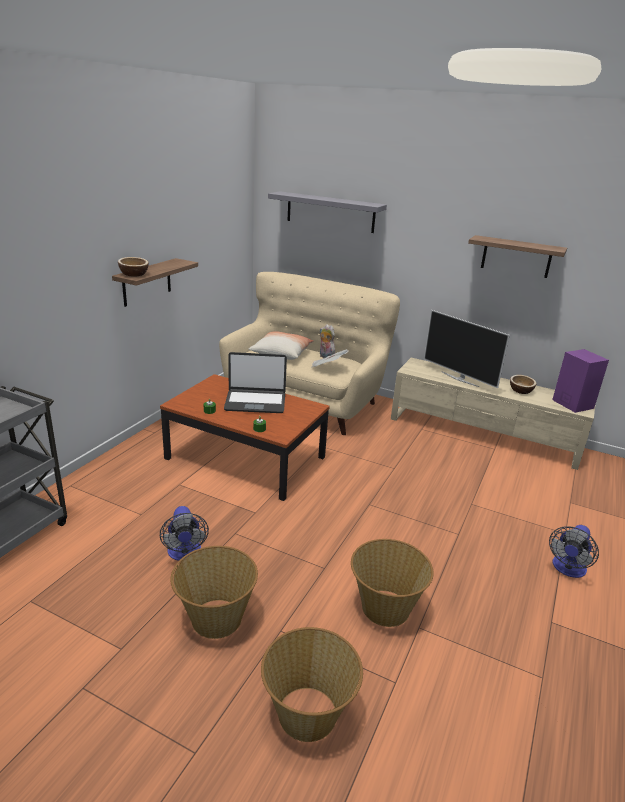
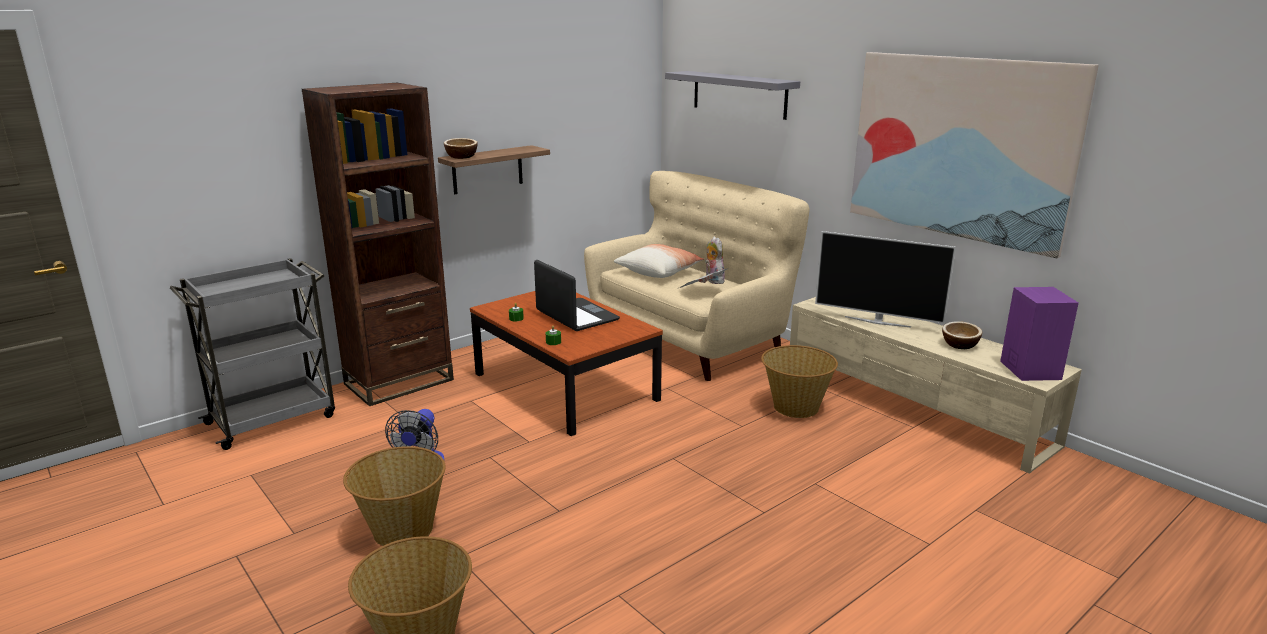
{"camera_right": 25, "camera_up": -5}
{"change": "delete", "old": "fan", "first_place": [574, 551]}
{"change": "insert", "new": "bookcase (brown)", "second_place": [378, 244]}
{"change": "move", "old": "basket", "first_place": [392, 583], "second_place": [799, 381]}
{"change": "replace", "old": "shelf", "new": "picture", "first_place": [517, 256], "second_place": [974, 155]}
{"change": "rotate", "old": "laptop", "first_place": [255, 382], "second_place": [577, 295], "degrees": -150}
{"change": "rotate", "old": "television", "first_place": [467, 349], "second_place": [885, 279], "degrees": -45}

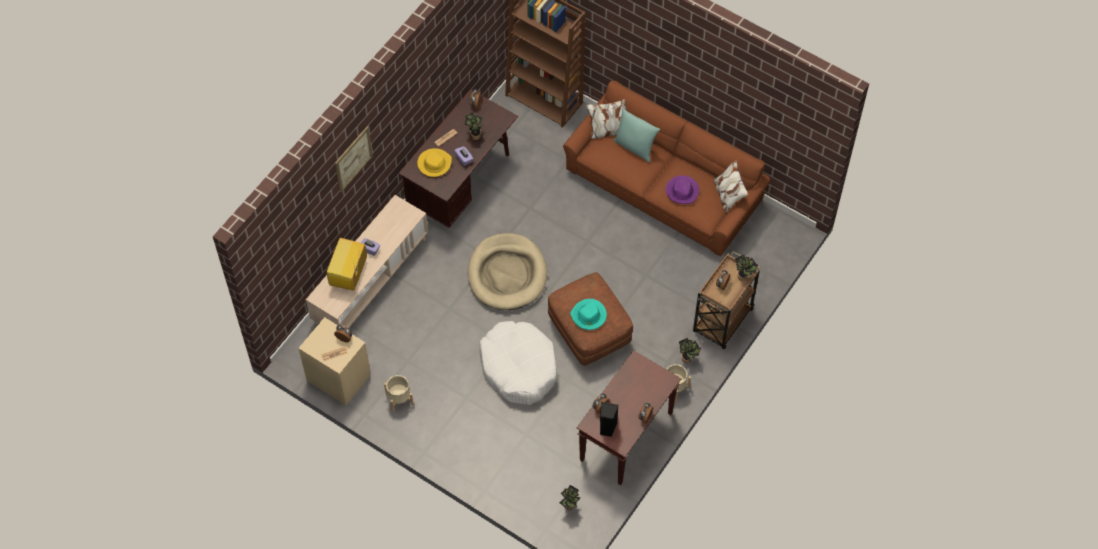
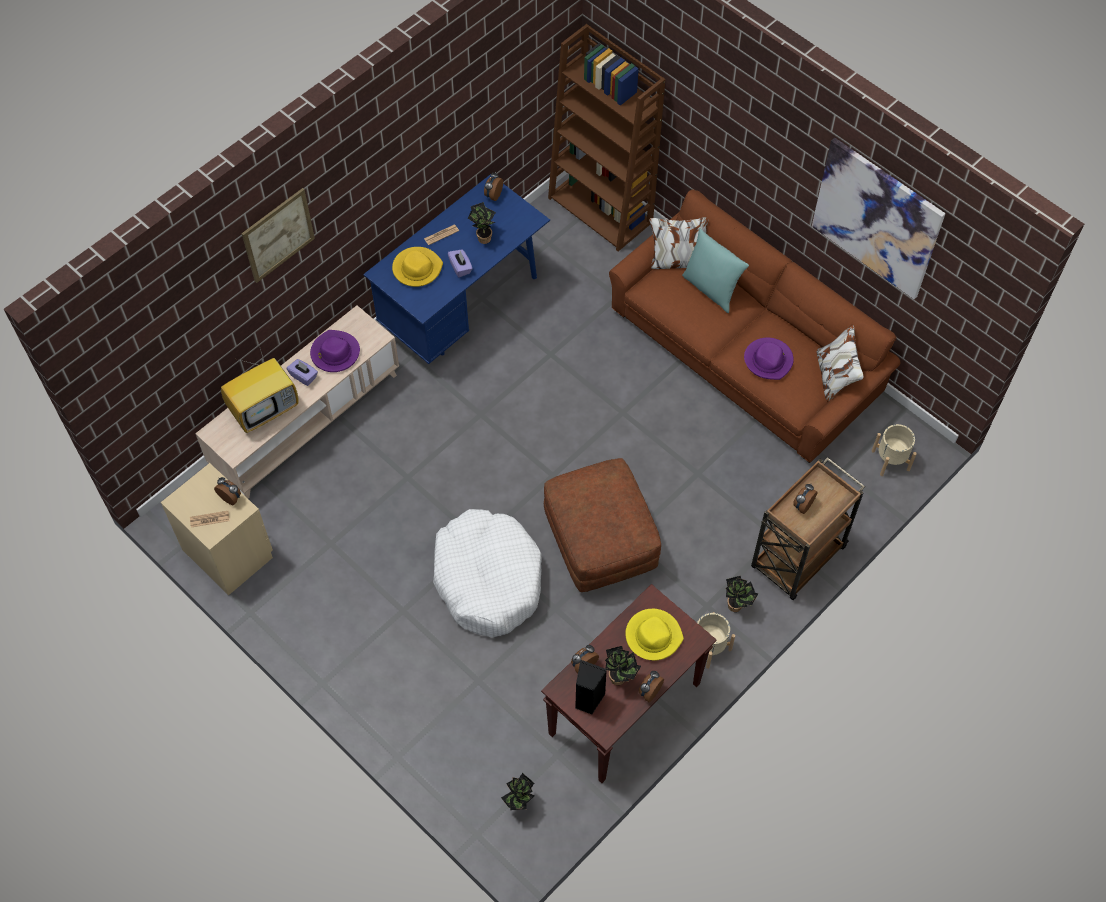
{"camera_right": 10, "camera_up": 0}
{"change": "delete", "old": "dog bed (beige)", "first_place": [507, 271]}
{"change": "delete", "old": "hat (turquoise)", "first_place": [588, 314]}
{"change": "insert", "new": "hat (purple)", "second_place": [335, 351]}
{"change": "insert", "new": "hat (yellow)", "second_place": [654, 635]}
{"change": "insert", "new": "picture", "second_place": [878, 218]}
{"change": "move", "old": "planter (beige)", "first_place": [399, 393], "second_place": [894, 450]}
{"change": "move", "old": "potted plant", "first_place": [747, 268], "second_place": [623, 665]}
{"change": "recolor", "old": "desk (brown)", "new": "desk (blue)", "first_place": [458, 158], "second_place": [456, 269]}
{"change": "rotate", "old": "television", "first_place": [347, 264], "second_place": [260, 387], "degrees": -150}

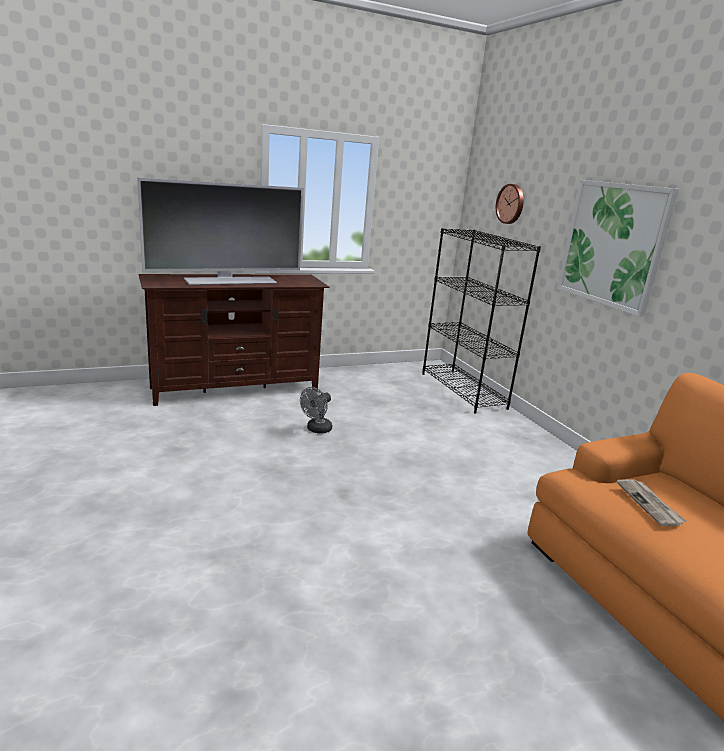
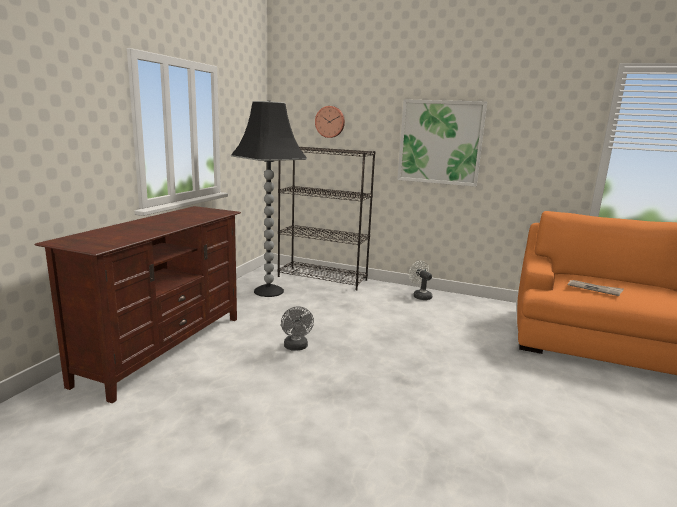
{"camera_right": -45, "camera_up": -5}
{"change": "delete", "old": "television", "first_place": [220, 231]}
{"change": "insert", "new": "floor lamp (black)", "second_place": [269, 199]}
{"change": "insert", "new": "fan (white)", "second_place": [420, 280]}

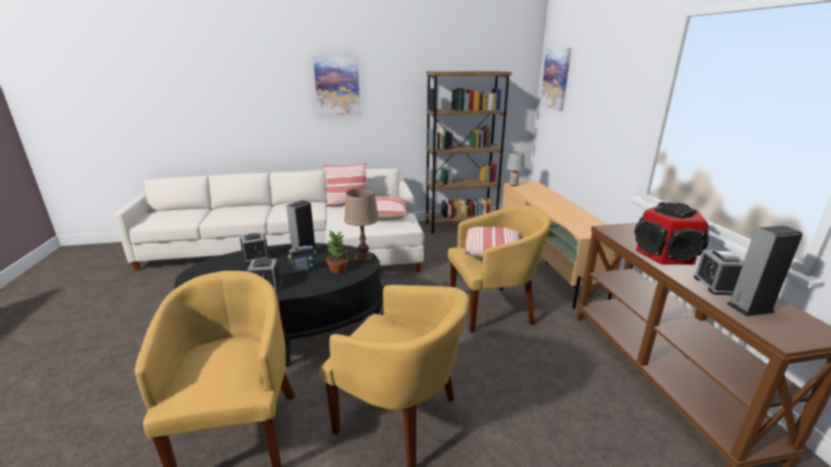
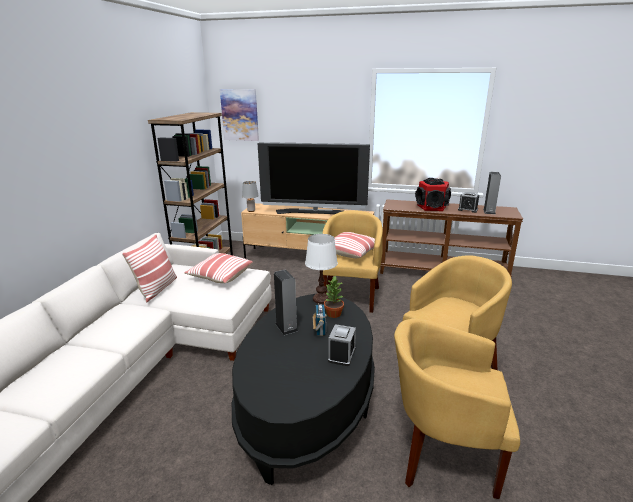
{"camera_right": -65, "camera_up": 0}
{"change": "delete", "old": "alarm clock", "first_place": [255, 248]}
{"change": "delete", "old": "picture", "first_place": [337, 86]}
{"change": "insert", "new": "television", "second_place": [314, 178]}
{"change": "recolor", "old": "table lamp (brown)", "new": "table lamp (white)", "first_place": [361, 225], "second_place": [321, 269]}

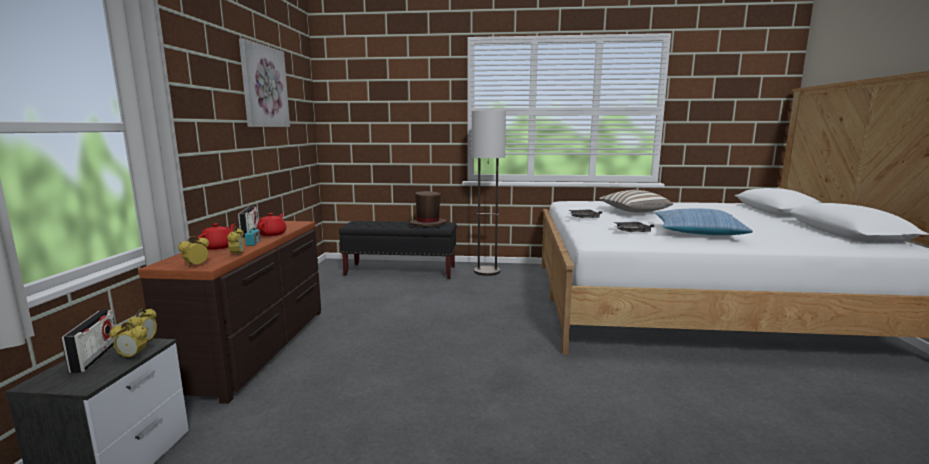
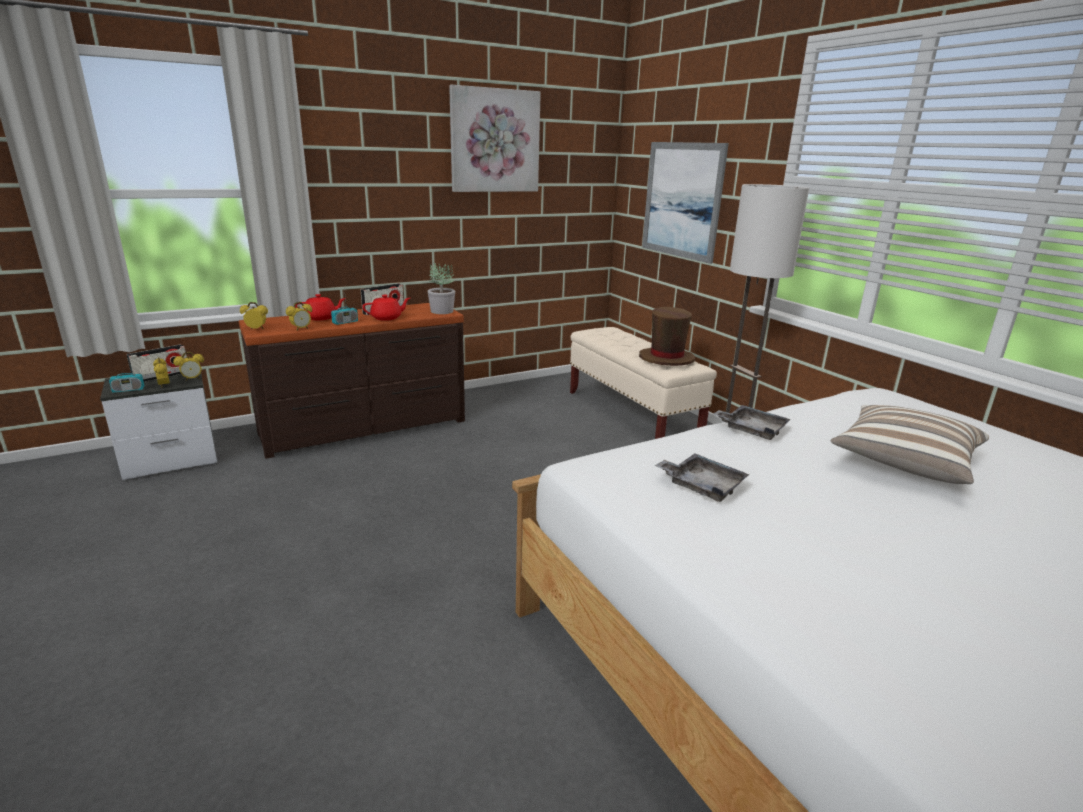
{"camera_right": 55, "camera_up": 10}
{"change": "delete", "old": "pillow", "first_place": [704, 222]}
{"change": "insert", "new": "radio", "second_place": [126, 373]}
{"change": "insert", "new": "potted plant", "second_place": [441, 288]}
{"change": "insert", "new": "picture", "second_place": [685, 203]}
{"change": "recolor", "old": "bench (black)", "new": "bench (beige)", "first_place": [398, 250], "second_place": [643, 383]}

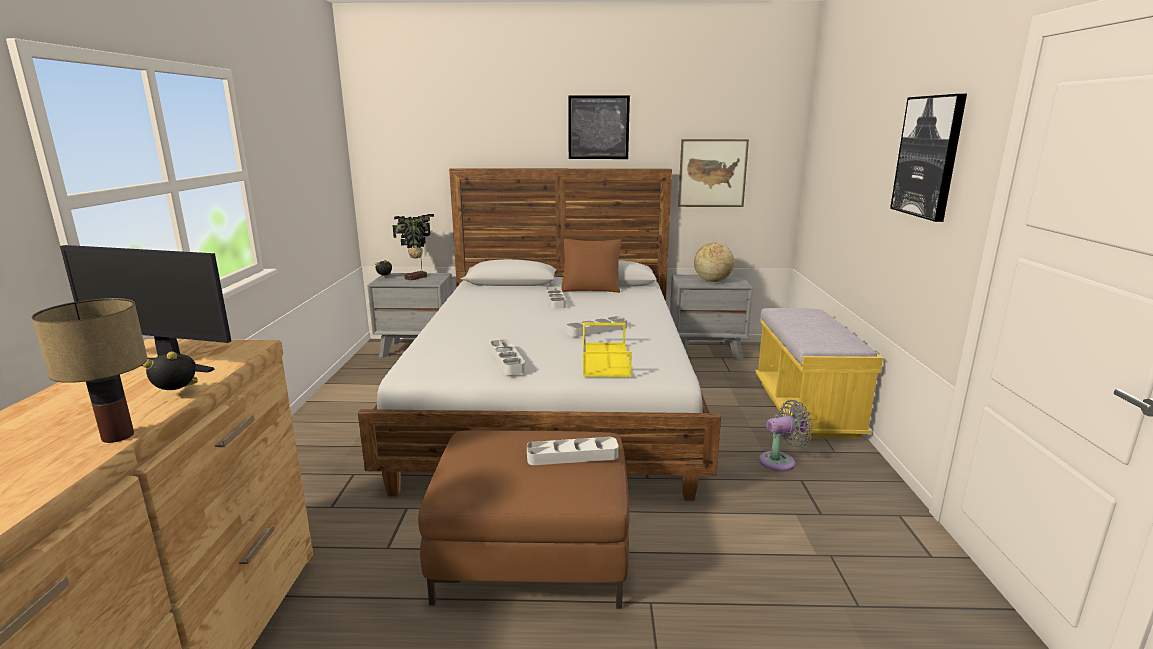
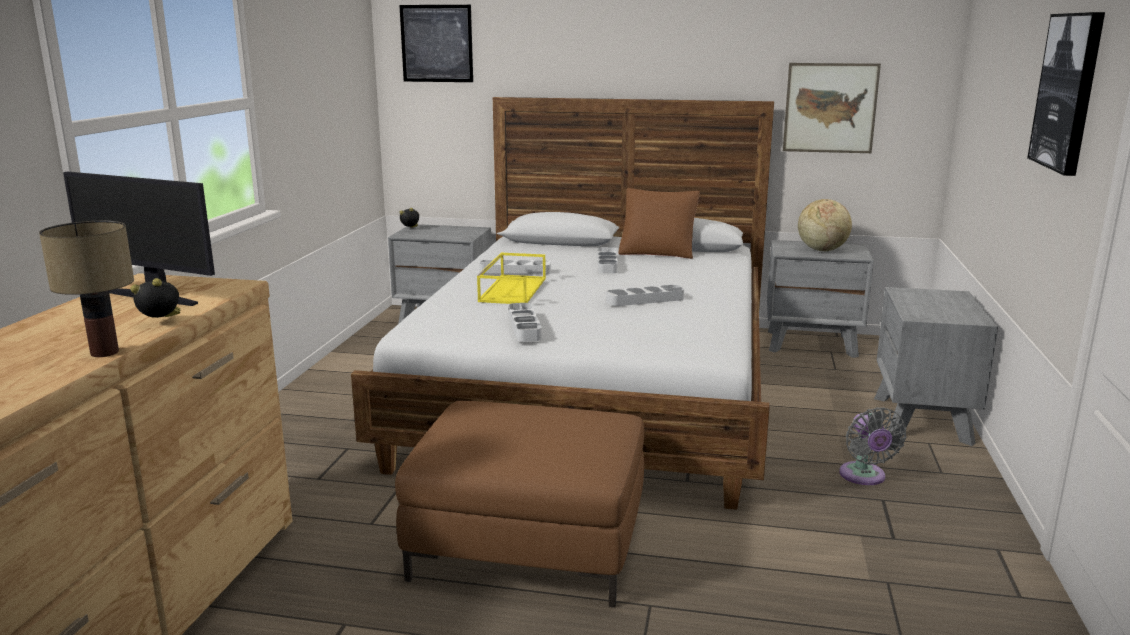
{"camera_right": 10, "camera_up": 0}
{"change": "delete", "old": "potted plant", "first_place": [413, 247]}
{"change": "move", "old": "tray (grey)", "first_place": [572, 451], "second_place": [515, 267]}
{"change": "move", "old": "picture", "first_place": [599, 127], "second_place": [436, 43]}
{"change": "move", "old": "tray (yellow)", "first_place": [607, 349], "second_place": [511, 278]}
{"change": "replace", "old": "bench (yellow)", "new": "nightstand (grey)", "first_place": [819, 373], "second_place": [936, 366]}
{"change": "rotate", "old": "fan (grey)", "first_place": [786, 435], "second_place": [873, 446], "degrees": 90}

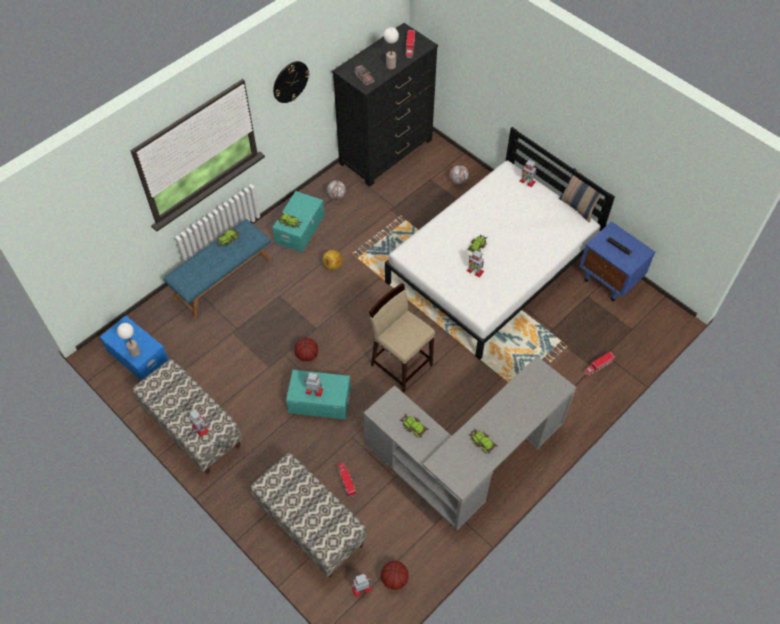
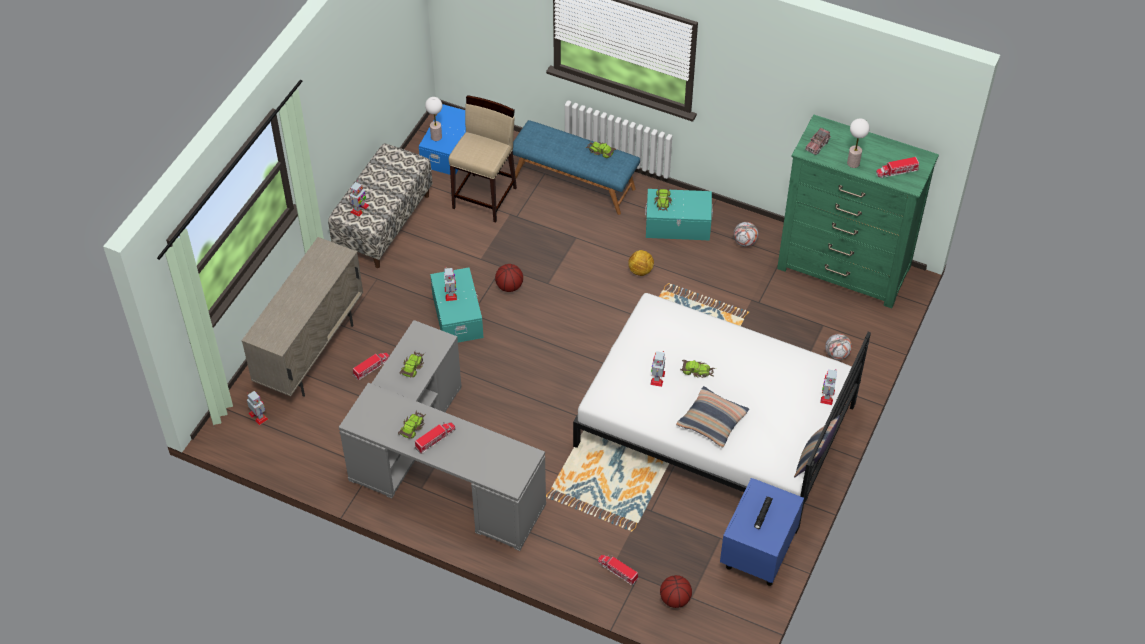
{"camera_right": 70, "camera_up": -5}
{"change": "delete", "old": "wall clock", "first_place": [291, 82]}
{"change": "insert", "new": "toy truck", "second_place": [435, 438]}
{"change": "insert", "new": "pillow", "second_place": [712, 416]}
{"change": "move", "old": "stool (beige)", "first_place": [402, 337], "second_place": [483, 159]}
{"change": "move", "old": "basketball", "first_place": [395, 575], "second_place": [676, 591]}
{"change": "replace", "old": "bench", "new": "cabinet (beige)", "first_place": [308, 515], "second_place": [302, 317]}
{"change": "recolor", "old": "dresser (black)", "new": "dresser (green)", "first_place": [385, 105], "second_place": [858, 211]}

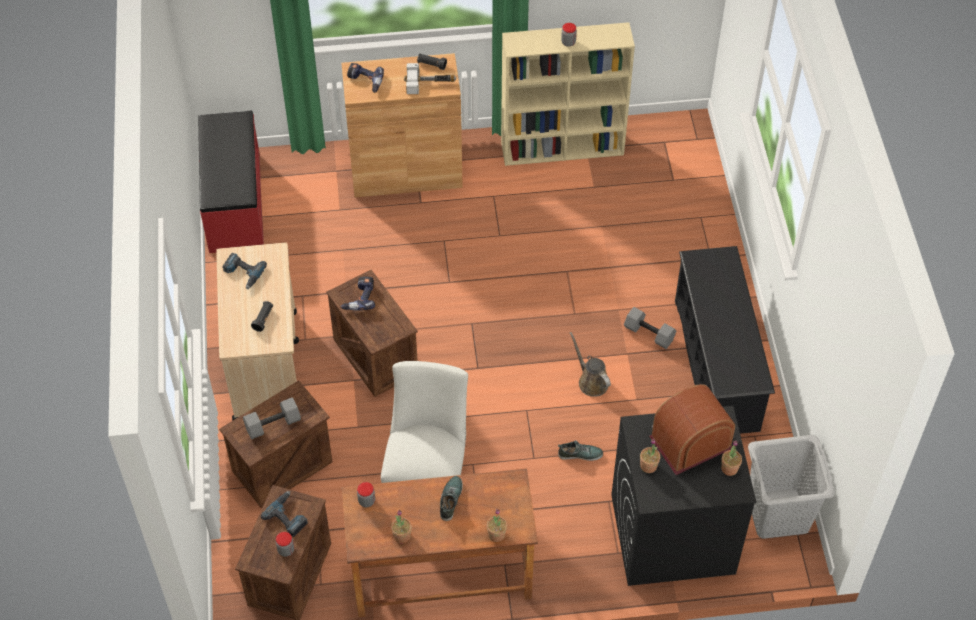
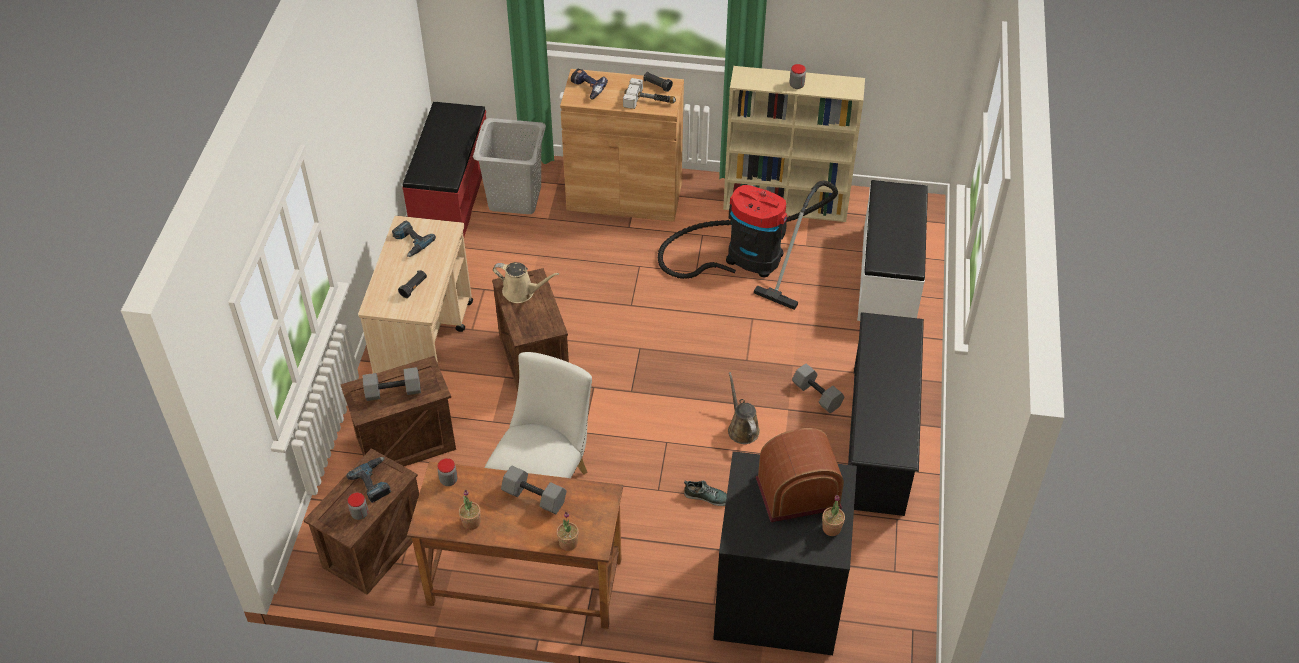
{"camera_right": 15, "camera_up": -5}
{"change": "delete", "old": "potted plant", "first_place": [650, 456]}
{"change": "insert", "new": "vacuum cleaner", "second_place": [748, 245]}
{"change": "insert", "new": "bench (white)", "second_place": [892, 250]}
{"change": "move", "old": "laundry basket (grey)", "first_place": [791, 487], "second_place": [509, 166]}
{"change": "replace", "old": "power drill", "new": "watering can (beige)", "first_place": [358, 294], "second_place": [526, 282]}
{"change": "replace", "old": "shoe", "new": "dumbbell (grey)", "first_place": [451, 498], "second_place": [534, 490]}

